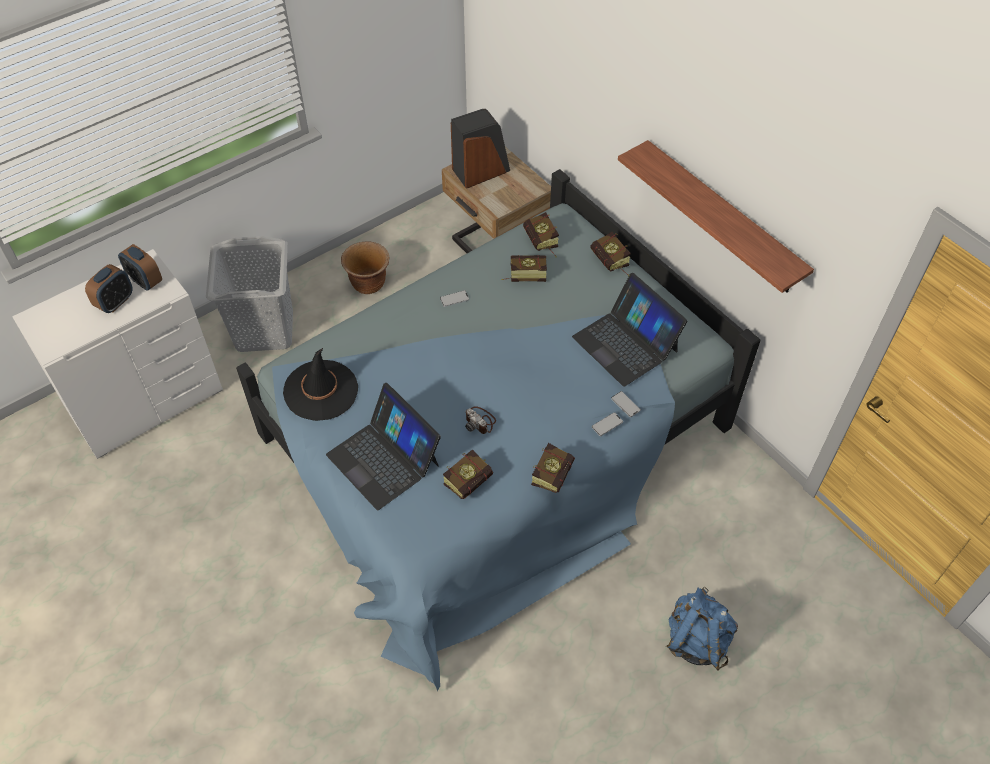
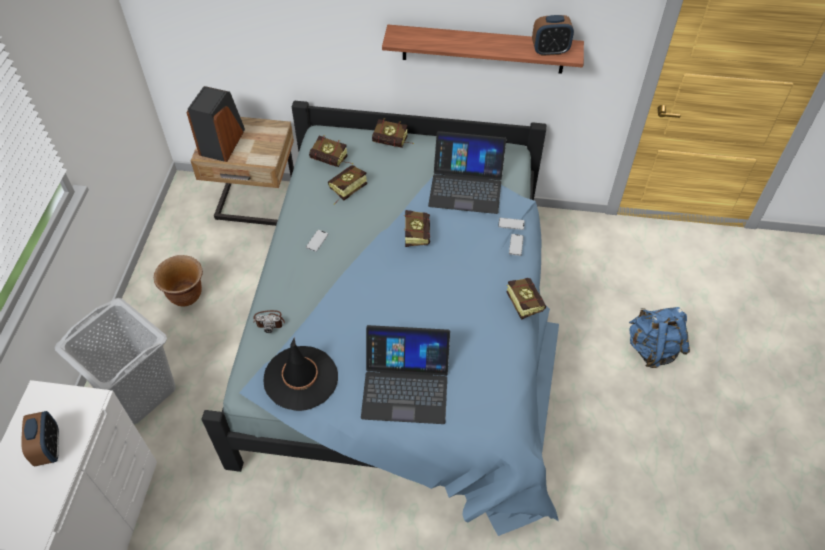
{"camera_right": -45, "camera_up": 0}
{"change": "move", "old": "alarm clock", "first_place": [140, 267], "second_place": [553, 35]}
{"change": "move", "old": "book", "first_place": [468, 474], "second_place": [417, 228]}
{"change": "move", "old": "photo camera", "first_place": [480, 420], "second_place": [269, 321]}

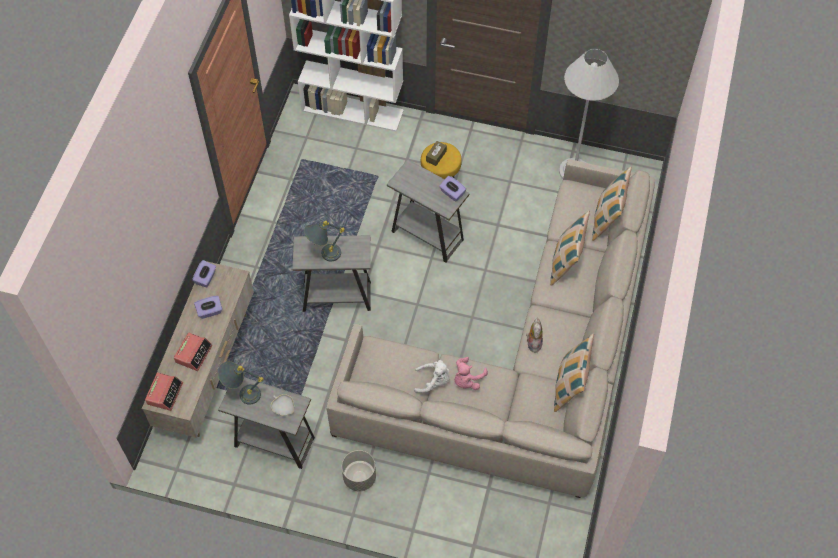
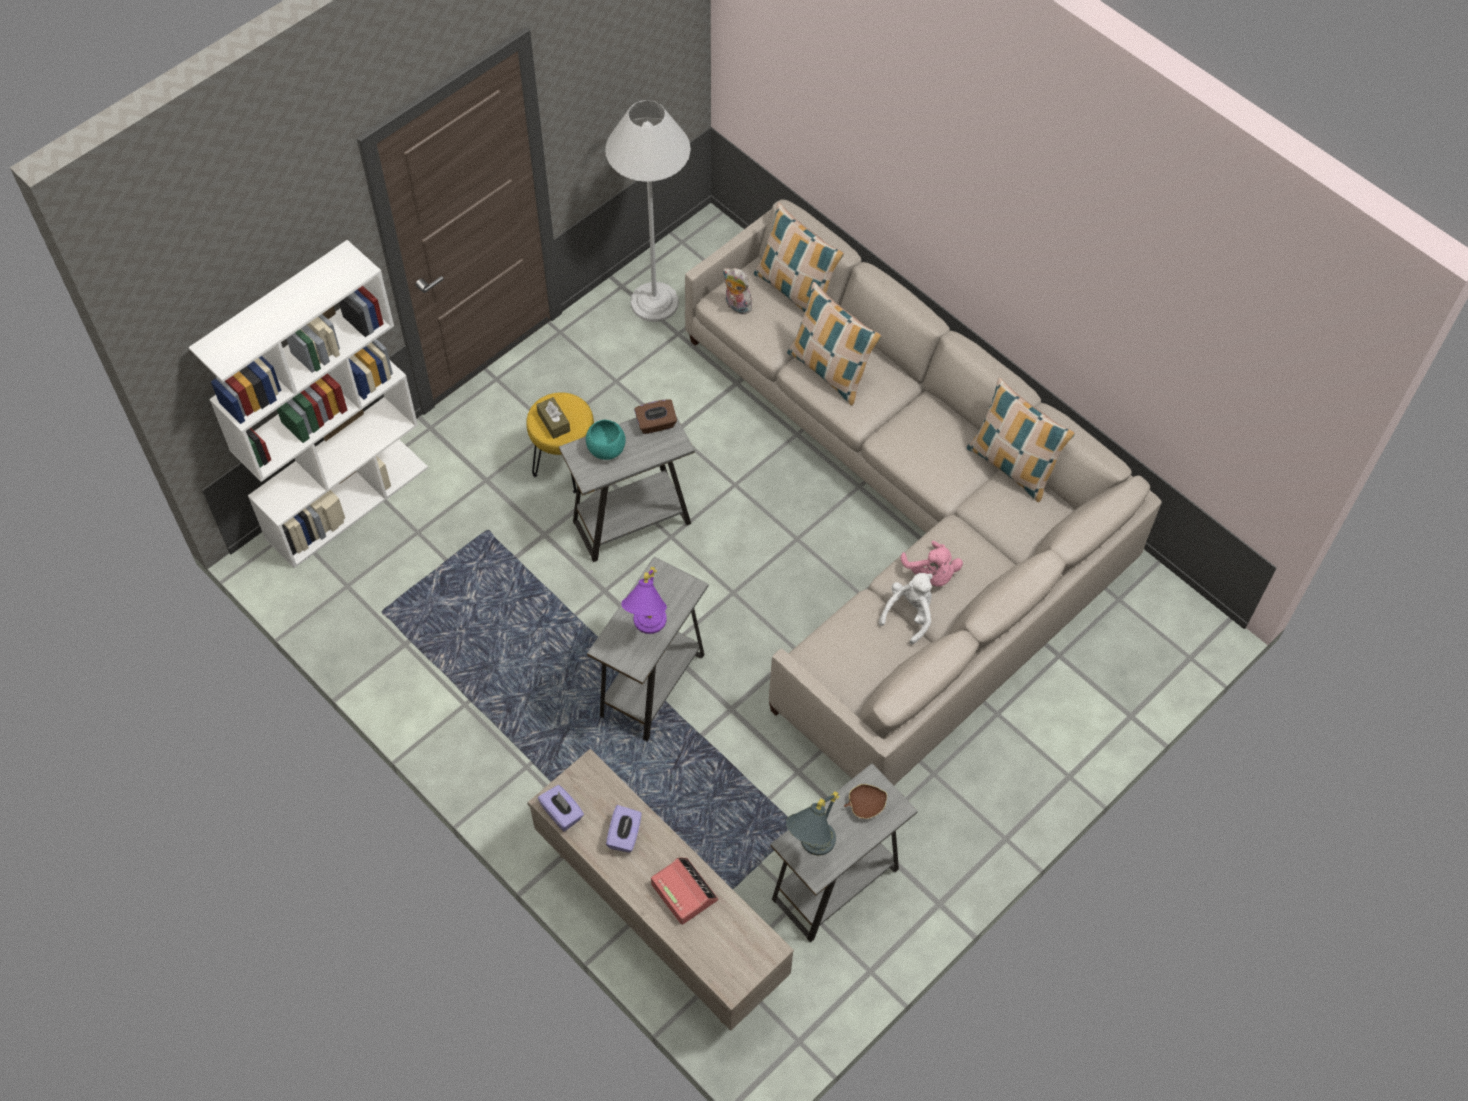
{"camera_right": -60, "camera_up": 0}
{"change": "delete", "old": "alarm clock", "first_place": [164, 391]}
{"change": "delete", "old": "planter (grey)", "first_place": [359, 470]}
{"change": "insert", "new": "bowl (turquoise)", "second_place": [606, 440]}
{"change": "move", "old": "plush toy", "first_place": [534, 335], "second_place": [737, 291]}
{"change": "recolor", "old": "bowl (white)", "new": "bowl (brown)", "first_place": [282, 405], "second_place": [866, 801]}
{"change": "recolor", "old": "table lamp (grey)", "new": "table lamp (purple)", "first_place": [324, 241], "second_place": [644, 600]}
{"change": "recolor", "old": "tissue box (purple)", "new": "tissue box (brown)", "first_place": [452, 189], "second_place": [655, 416]}

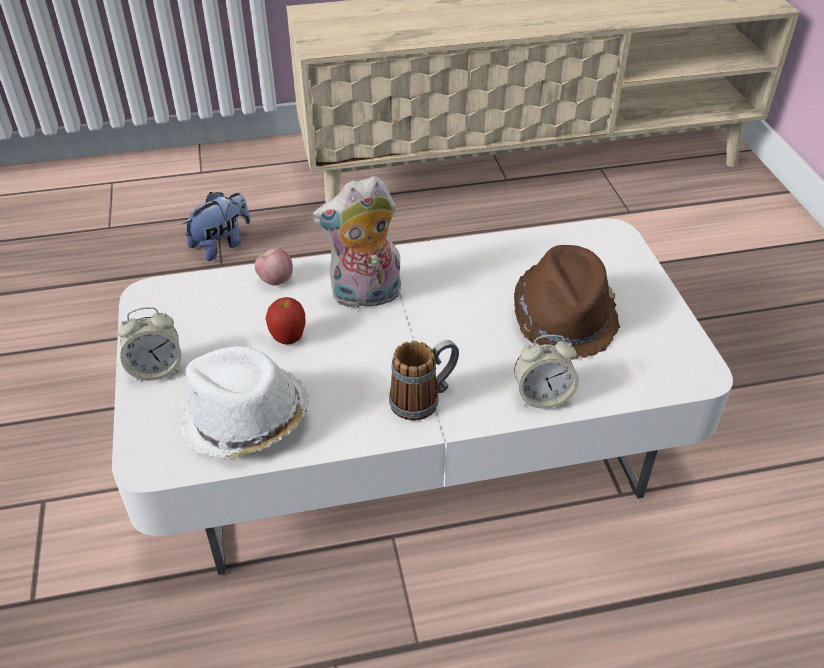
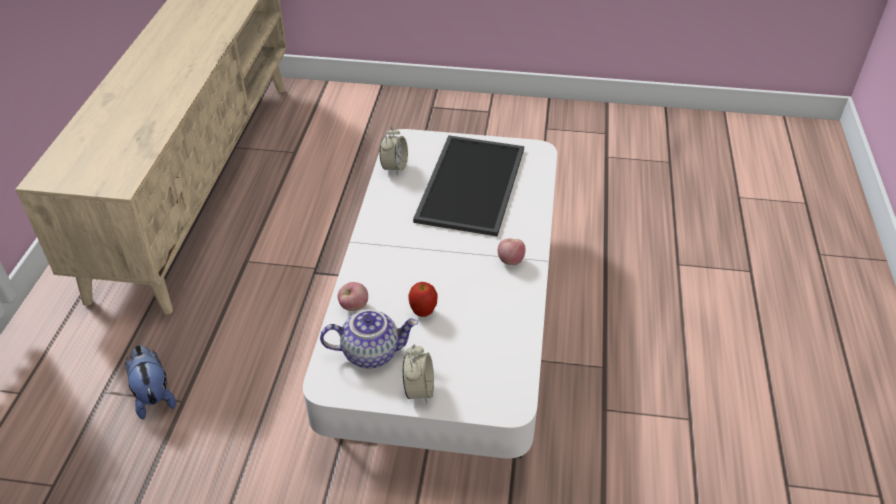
{"camera_right": -70, "camera_up": 0}
{"change": "delete", "old": "hat (white)", "first_place": [244, 402]}
{"change": "delete", "old": "plush toy", "first_place": [356, 242]}
{"change": "insert", "new": "teapot", "second_place": [369, 338]}
{"change": "move", "old": "alarm clock", "first_place": [546, 372], "second_place": [393, 150]}
{"change": "replace", "old": "mug", "new": "apple", "first_place": [424, 380], "second_place": [511, 251]}
{"change": "replace", "old": "hat (brown)", "new": "tray", "first_place": [567, 302], "second_place": [468, 186]}

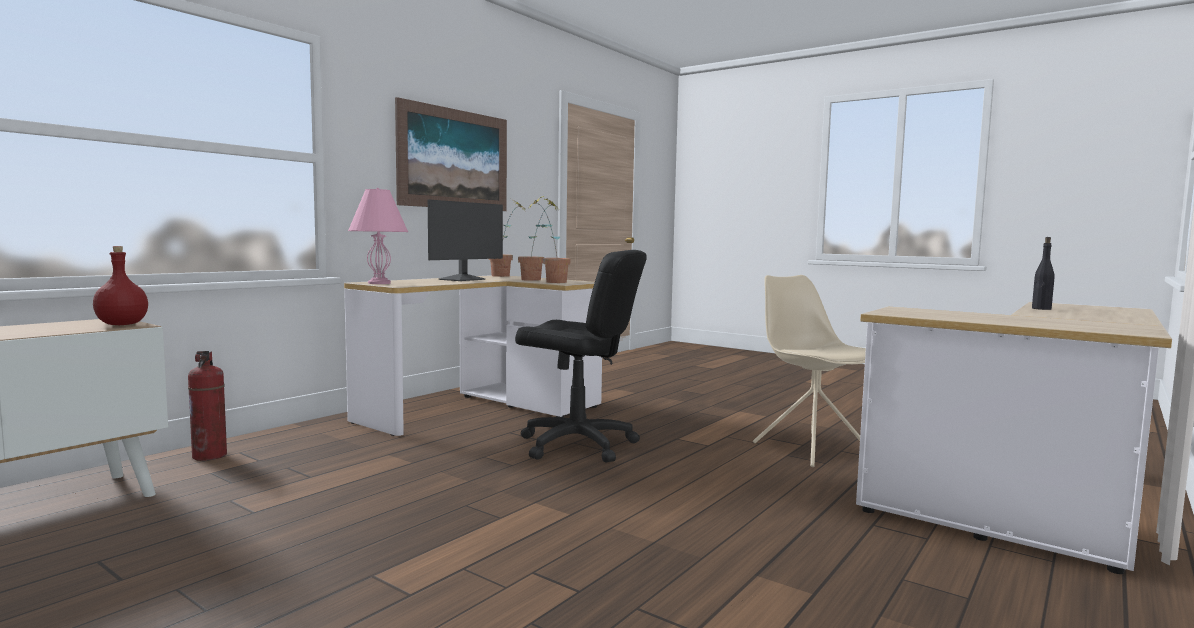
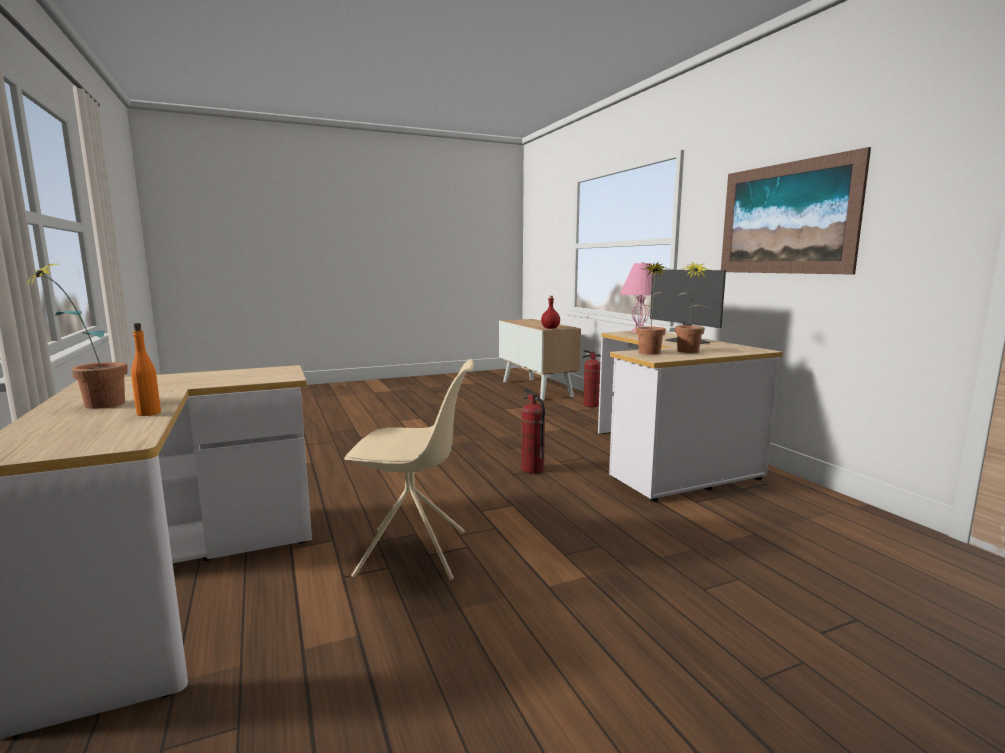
{"camera_right": 120, "camera_up": 5}
{"change": "move", "old": "potted plant", "first_place": [507, 238], "second_place": [76, 336]}
{"change": "replace", "old": "office chair (black)", "new": "fire extinguisher", "first_place": [581, 356], "second_place": [533, 431]}
{"change": "recolor", "old": "bottle (black)", "new": "bottle (orange)", "first_place": [1043, 273], "second_place": [146, 369]}

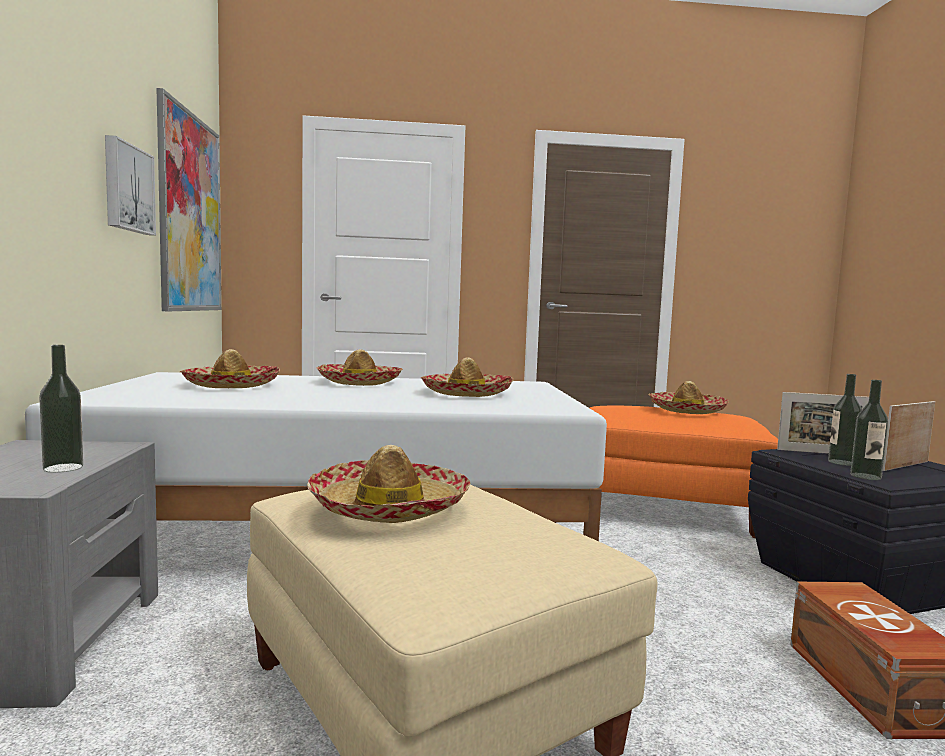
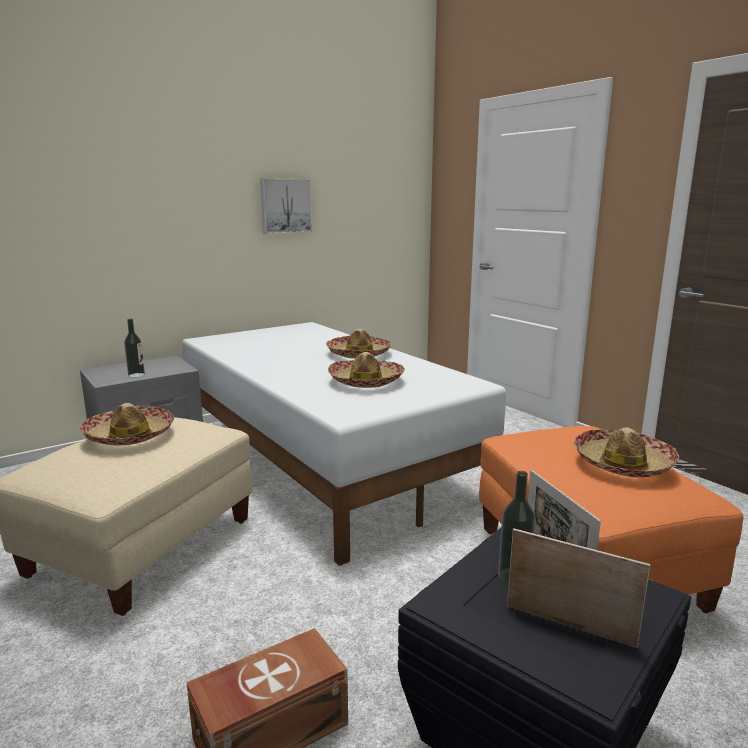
{"camera_right": 60, "camera_up": 10}
{"change": "delete", "old": "picture", "first_place": [188, 199]}
{"change": "delete", "old": "hat", "first_place": [230, 368]}
{"change": "delete", "old": "bottle", "first_place": [869, 430]}

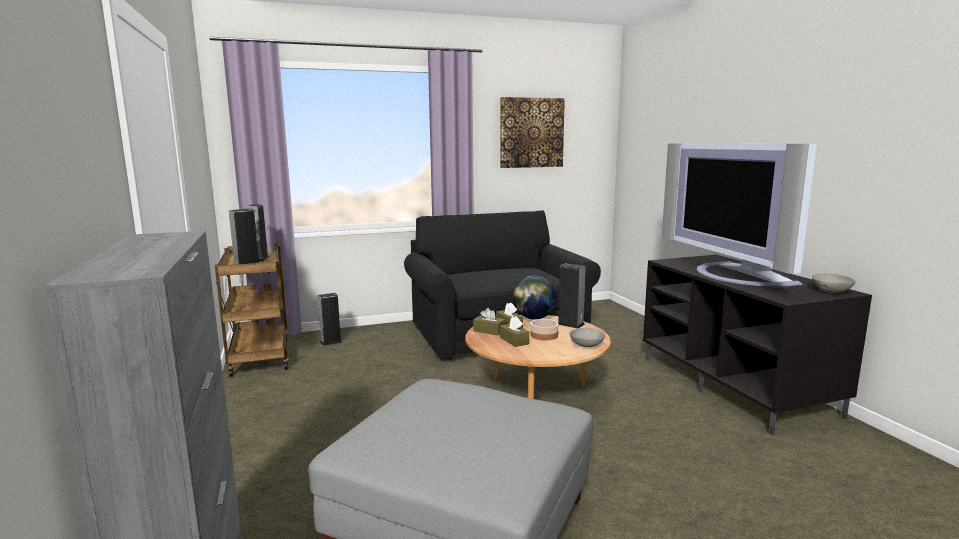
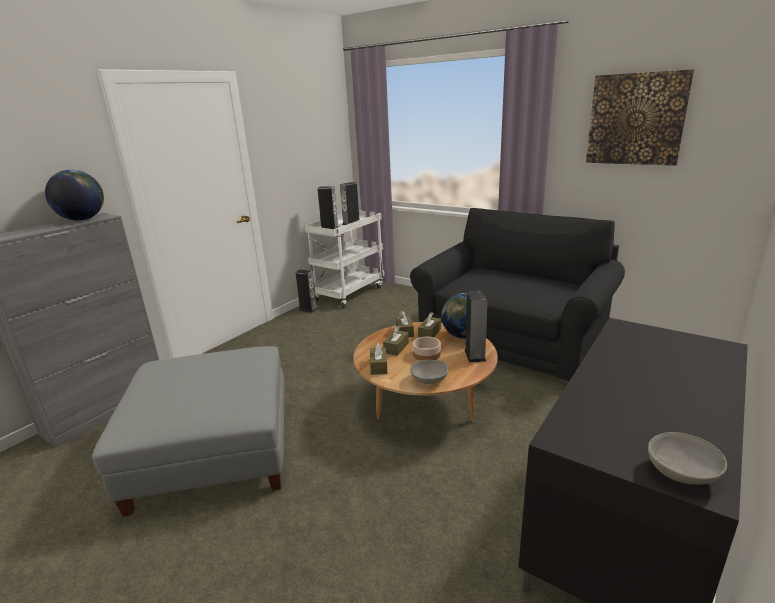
{"camera_right": 55, "camera_up": 10}
{"change": "delete", "old": "television", "first_place": [739, 215]}
{"change": "insert", "new": "globe", "second_place": [74, 195]}
{"change": "insert", "new": "tissue box (brown)", "second_place": [379, 359]}
{"change": "move", "old": "speaker", "first_place": [330, 319], "second_place": [306, 291]}
{"change": "recolor", "old": "cart (brown)", "new": "cart (white)", "first_place": [252, 310], "second_place": [344, 259]}

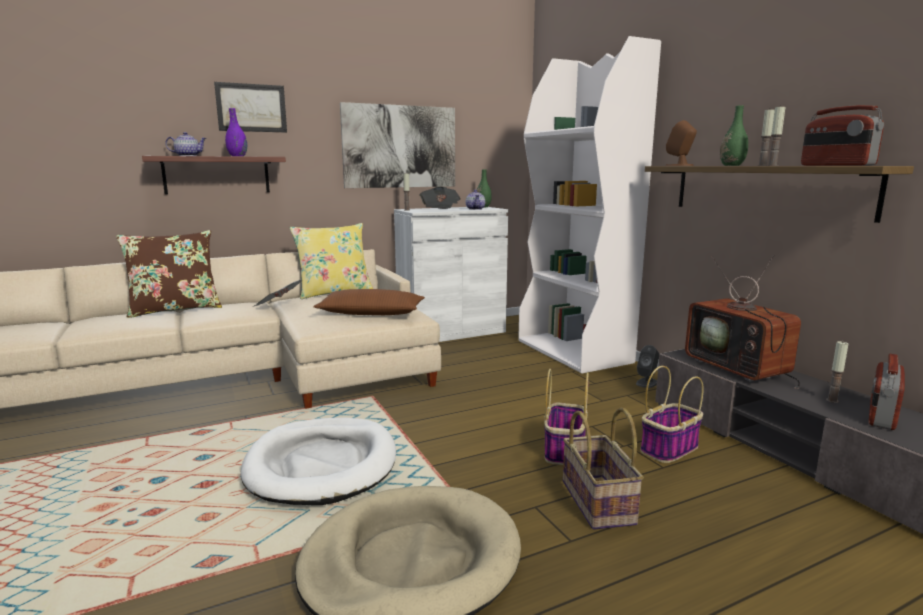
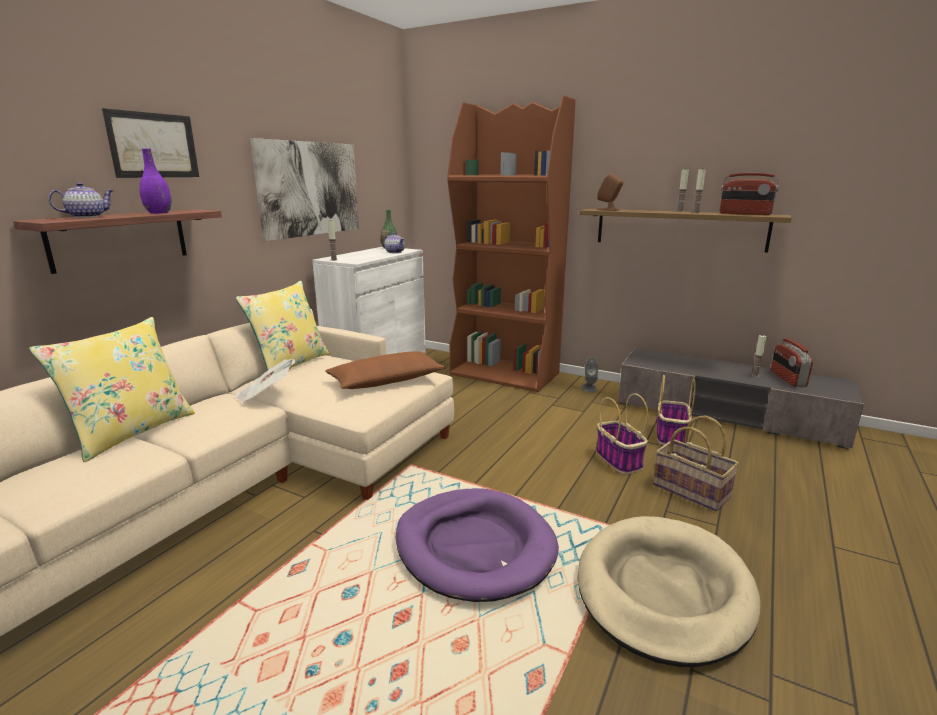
{"camera_right": -35, "camera_up": 5}
{"change": "delete", "old": "newspaper", "first_place": [440, 198]}
{"change": "delete", "old": "television", "first_place": [743, 322]}
{"change": "delete", "old": "vase (green)", "first_place": [734, 135]}
{"change": "recolor", "old": "pillow (brown)", "new": "pillow (yellow)", "first_place": [169, 274], "second_place": [112, 389]}
{"change": "recolor", "old": "dog bed (white)", "new": "dog bed (purple)", "first_place": [318, 461], "second_place": [477, 545]}
{"change": "recolor", "old": "bookcase (white)", "new": "bookcase (brown)", "first_place": [589, 204], "second_place": [512, 243]}

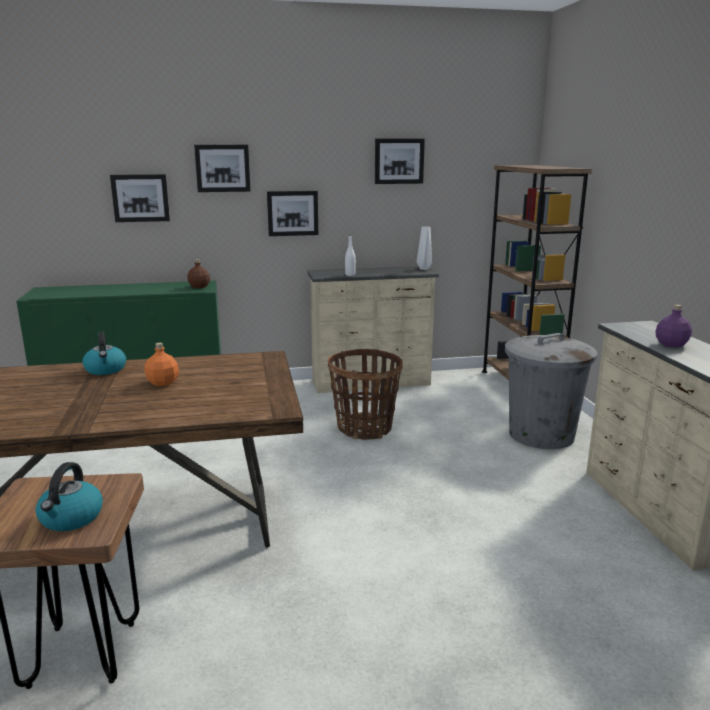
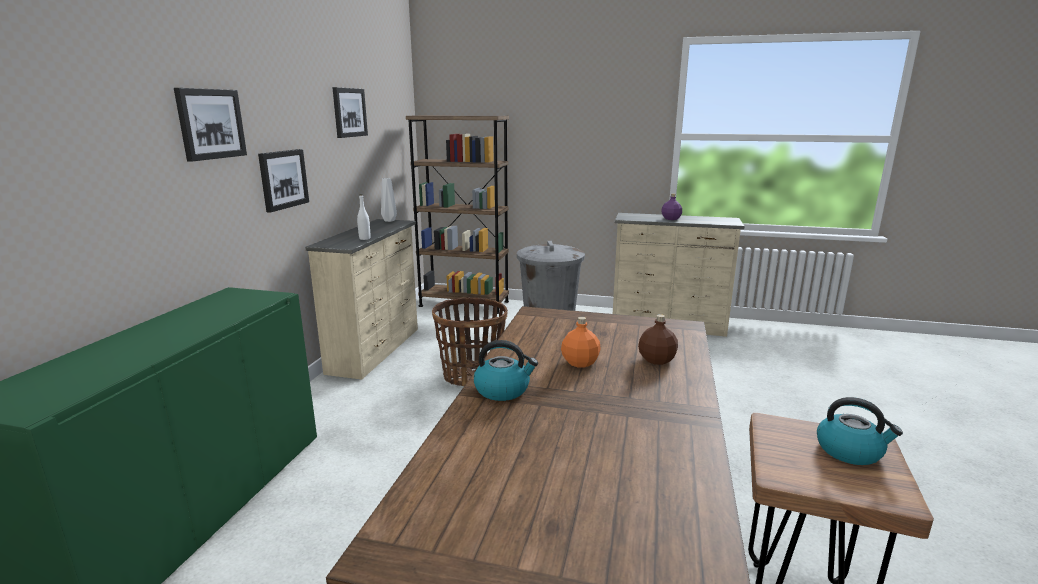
{"camera_right": -65, "camera_up": 0}
{"change": "delete", "old": "picture", "first_place": [140, 198]}
{"change": "move", "old": "bottle (brown)", "first_place": [198, 273], "second_place": [658, 339]}

